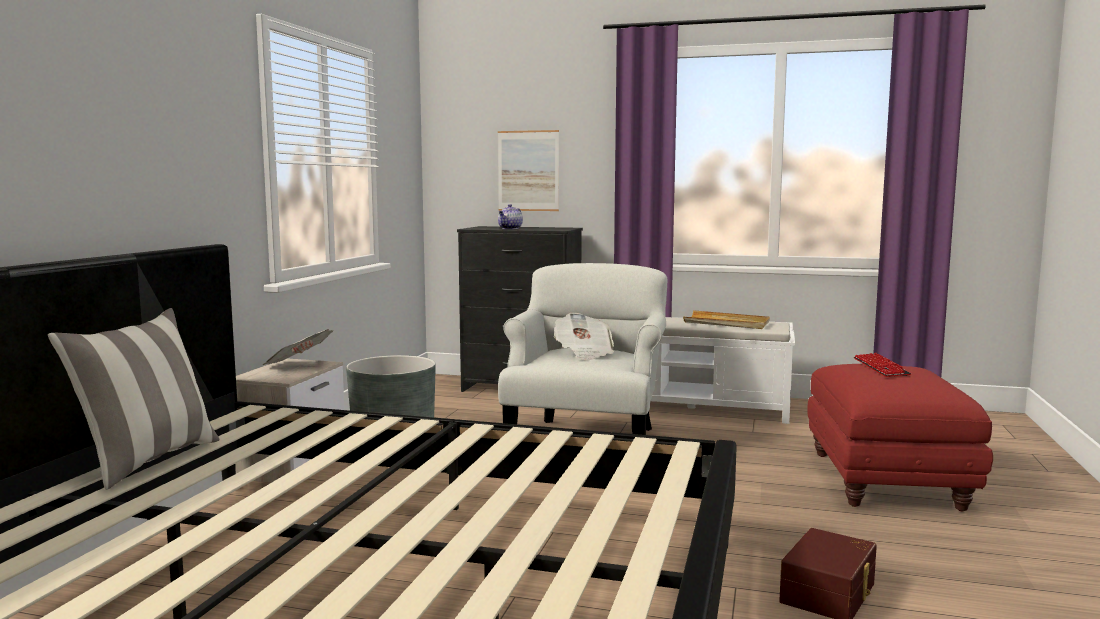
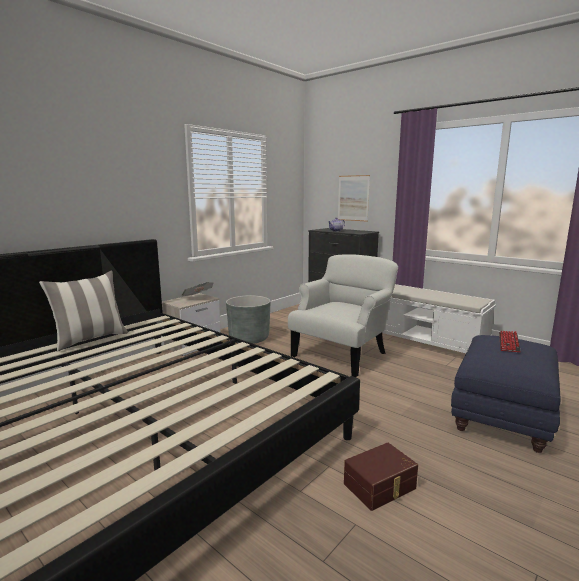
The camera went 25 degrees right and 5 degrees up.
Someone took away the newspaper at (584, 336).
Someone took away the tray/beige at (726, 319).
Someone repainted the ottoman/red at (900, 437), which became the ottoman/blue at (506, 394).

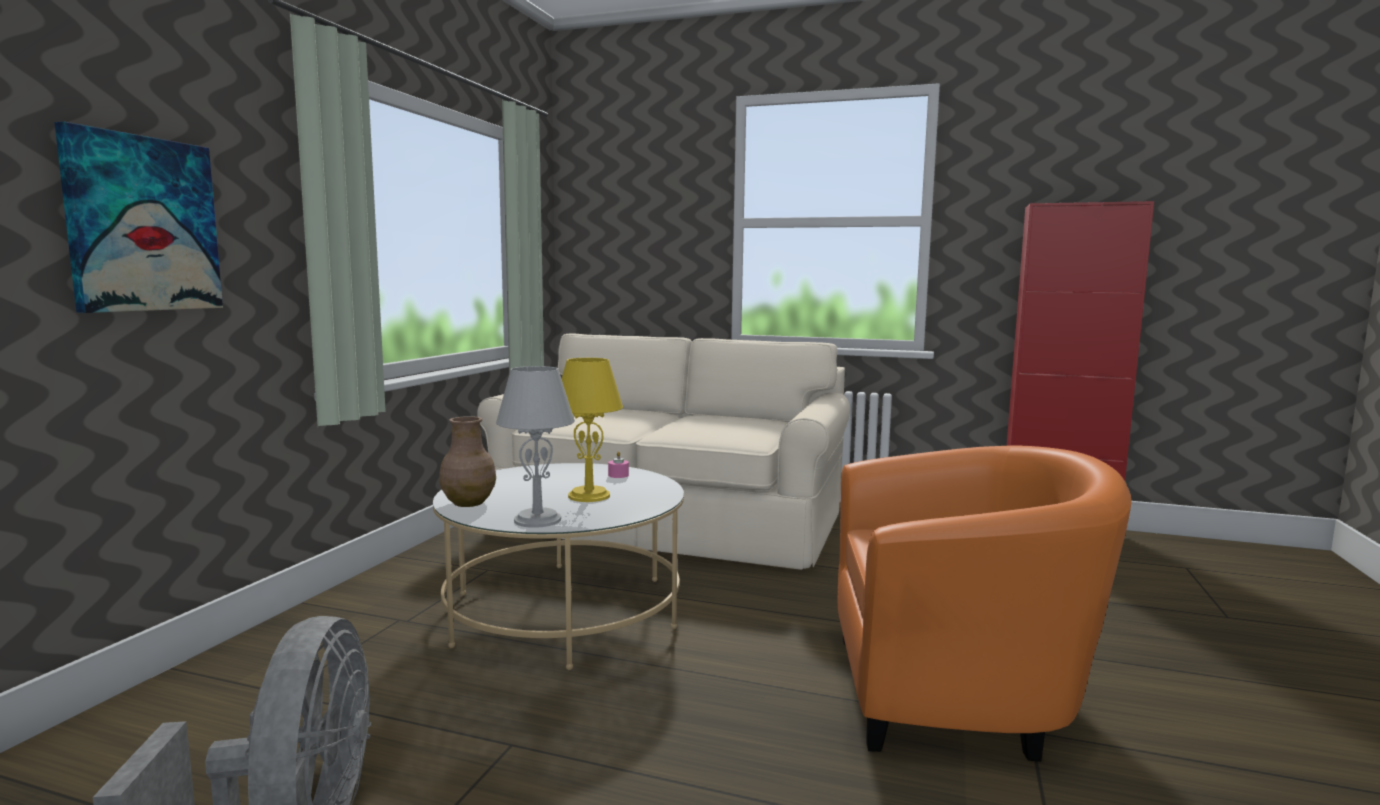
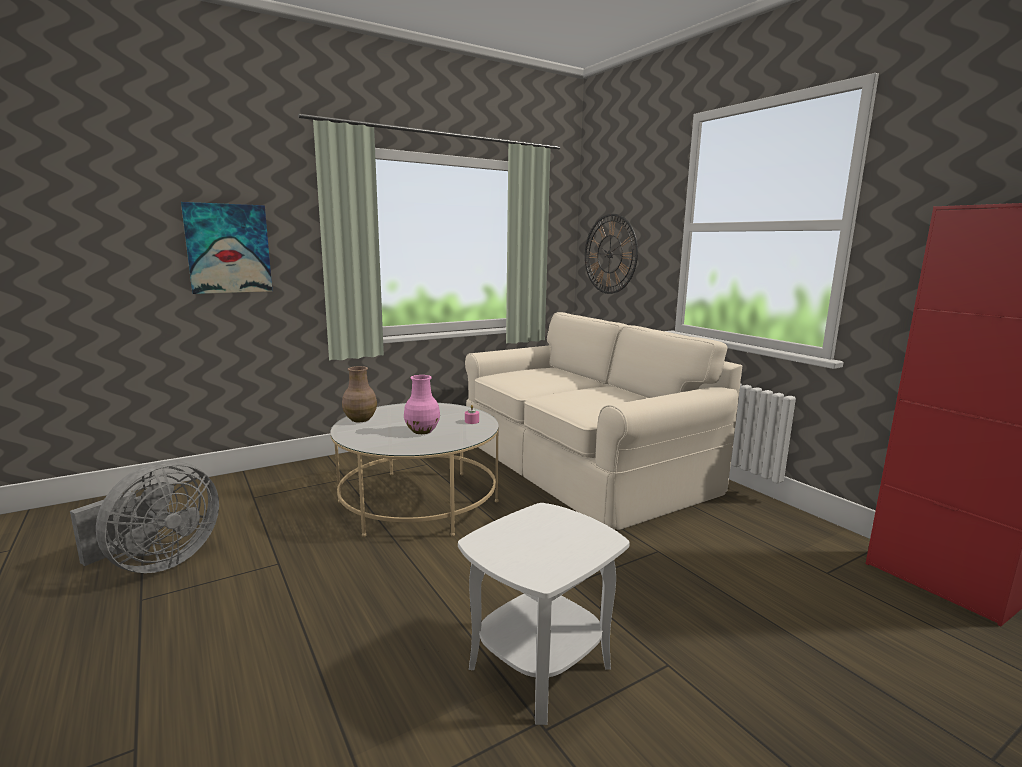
The camera went 40 degrees right and 5 degrees up.
Someone took away the table lamp/grey at (535, 447).
Someone swapped the table lamp/yellow at (592, 430) for the vase/pink at (422, 404).
Someone swapped the armchair/orange at (984, 603) for the side table/white at (544, 614).
Someone put up the wall clock at (611, 254).

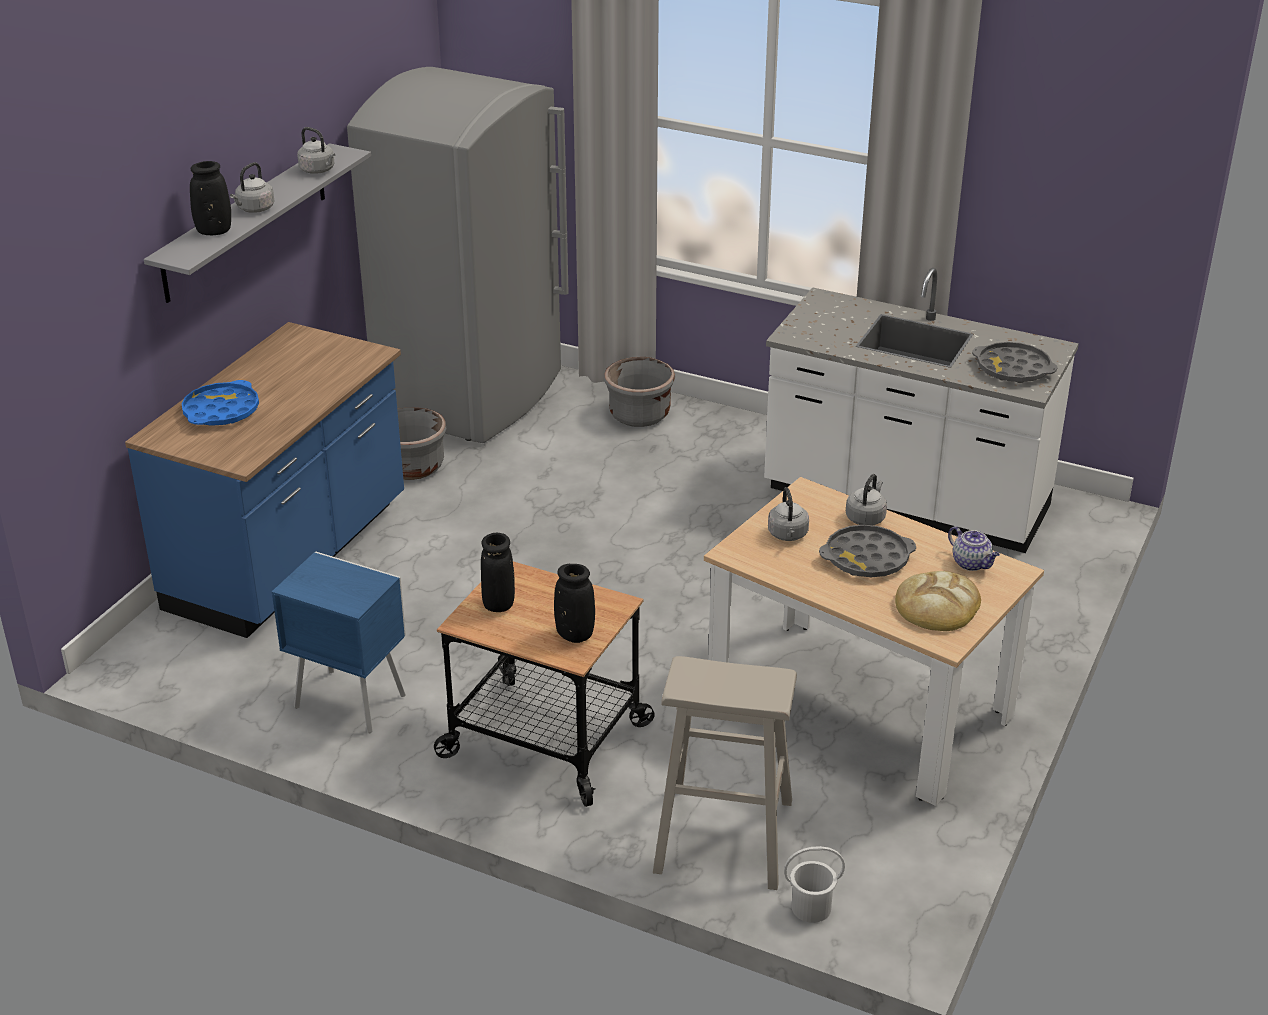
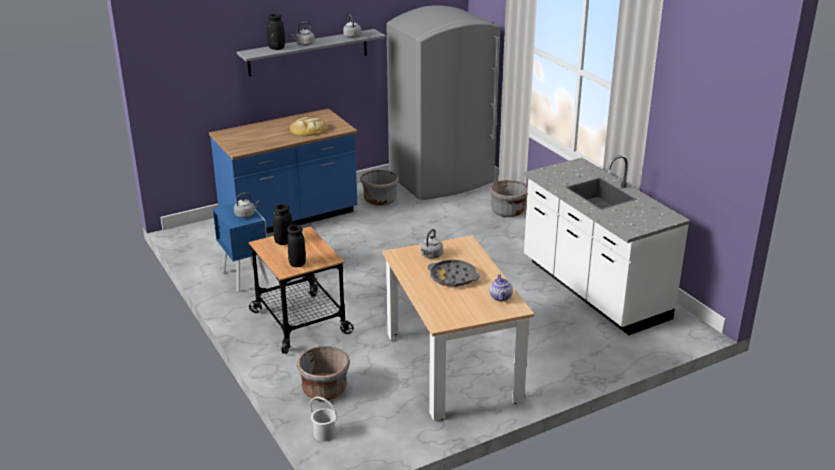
The camera went 35 degrees right and 5 degrees down.
Someone took away the tray/blue at (220, 403).
Someone swapped the stool/beige at (725, 773) for the planter/grey at (323, 373).
Someone carried the kettle/grey from (866, 499) to (247, 205).
Someone carried the bread from (938, 601) to (309, 126).
Someone took away the tray/grey at (1015, 362).

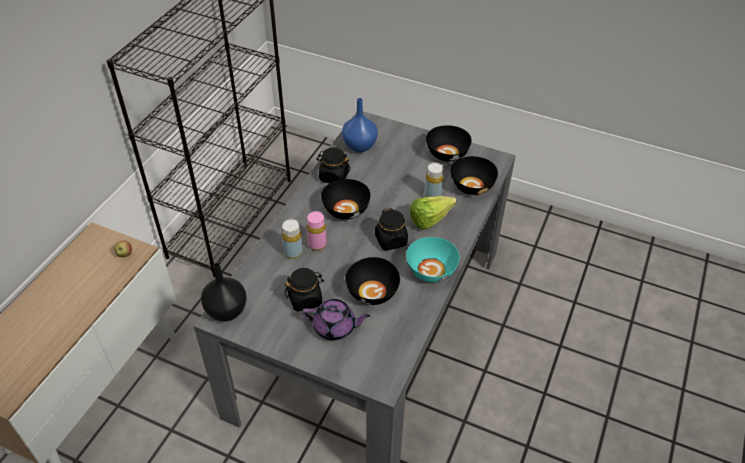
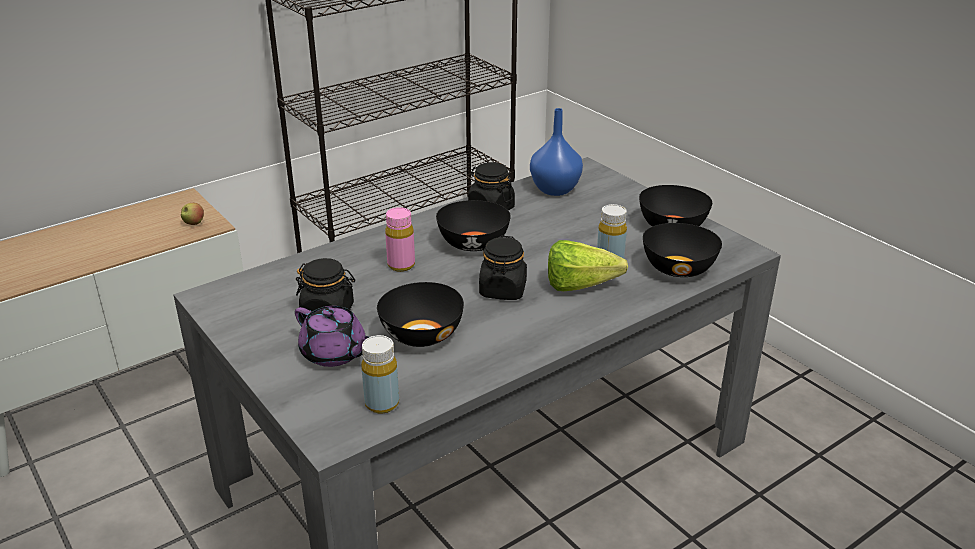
The camera went 30 degrees right and 15 degrees down.
Someone took away the vase/black at (224, 292).
Someone carried the bottle/yellow from (292, 239) to (380, 374).
Someone took away the bowl/turquoise at (432, 259).

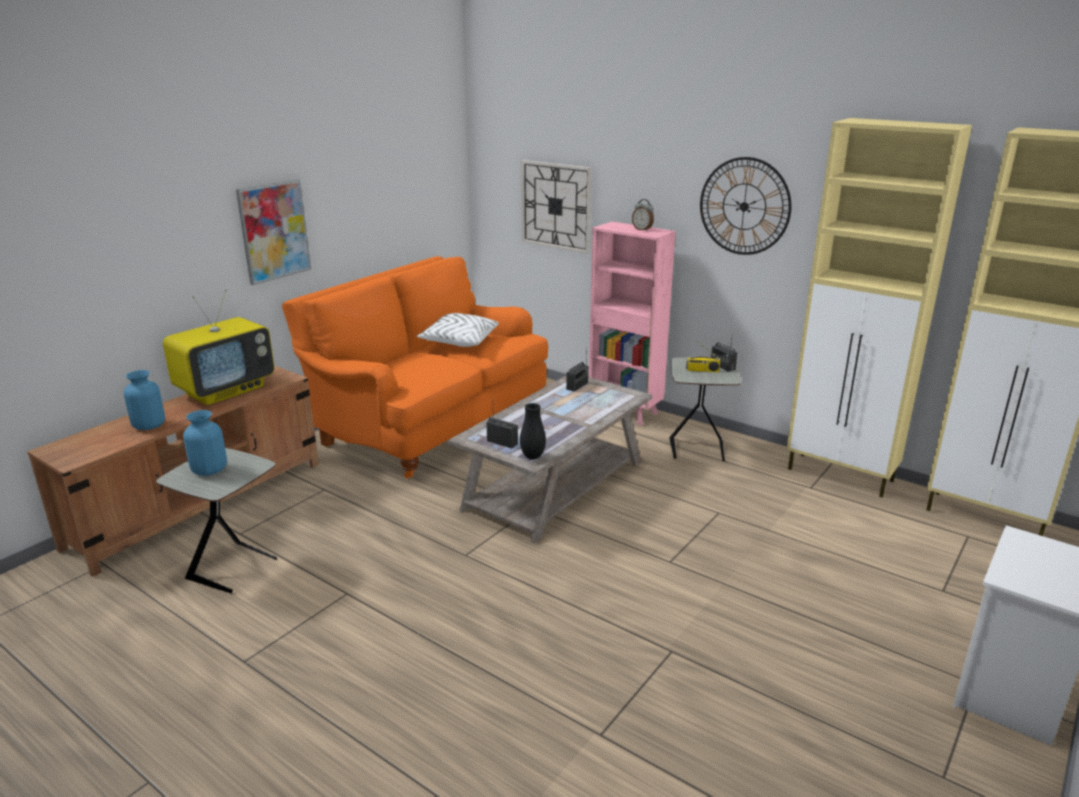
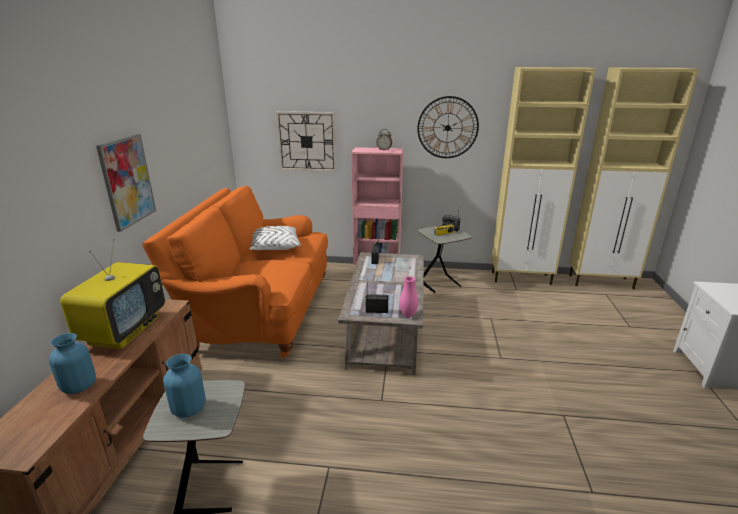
The camera went 30 degrees left and 0 degrees up.
Someone repainted the vase/black at (533, 431), which became the vase/pink at (408, 296).

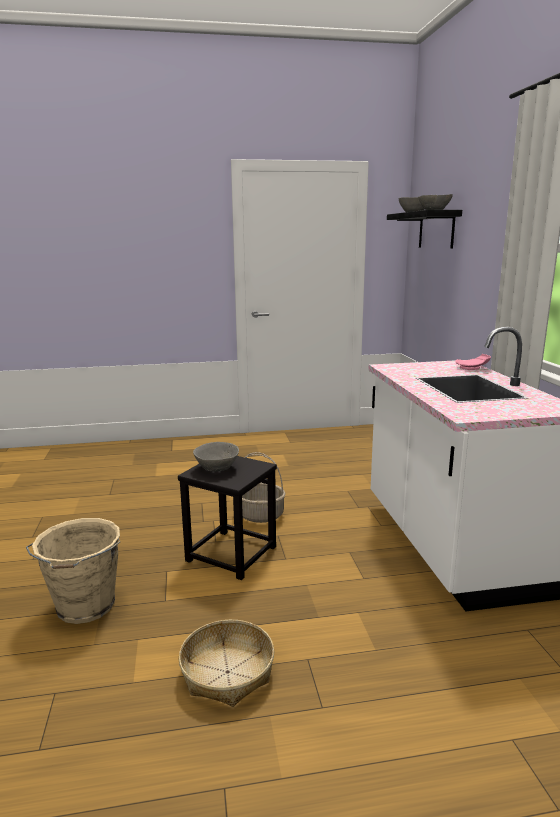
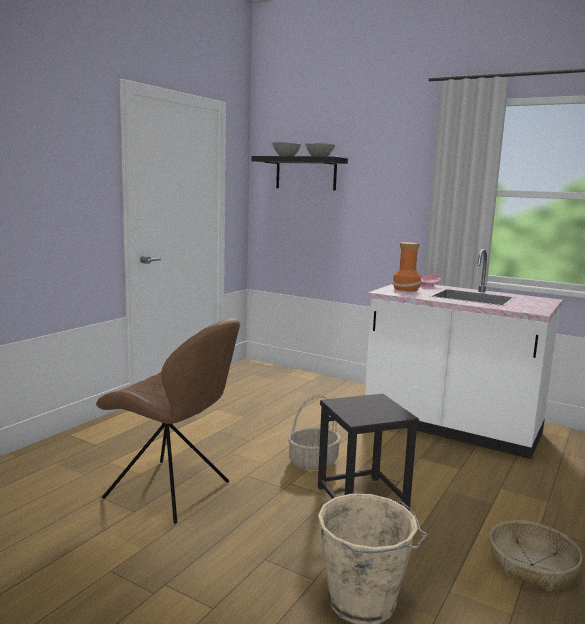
The camera went 50 degrees left and 5 degrees down.
Someone took away the bowl/grey at (216, 457).
Someone put down the chair/brown at (168, 421).
Someone put down the vase at (406, 266).

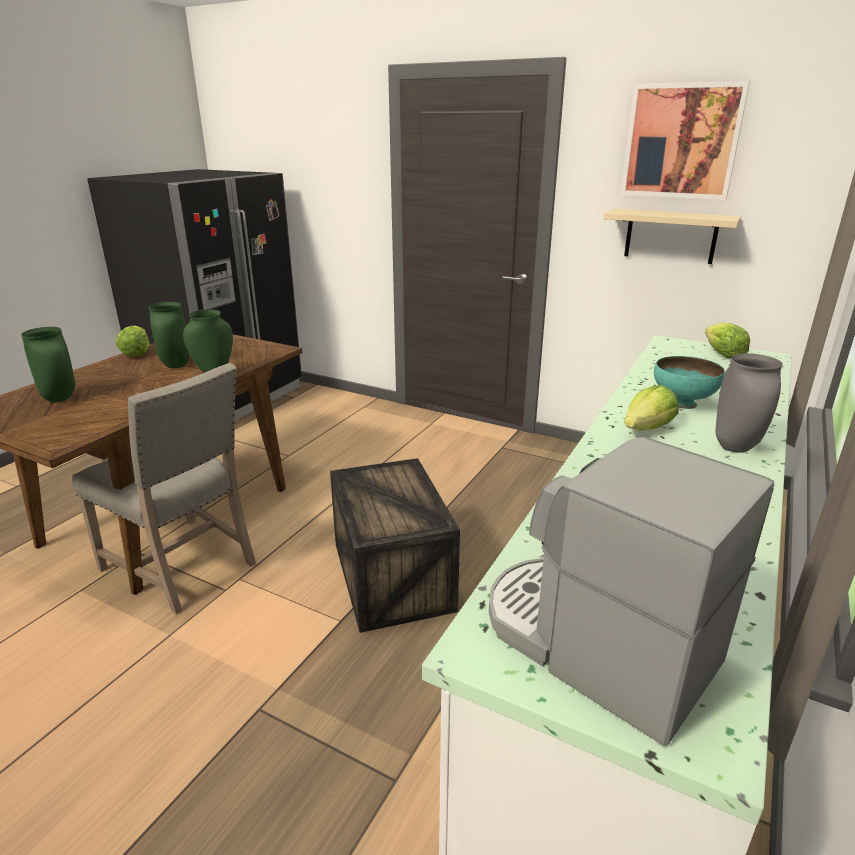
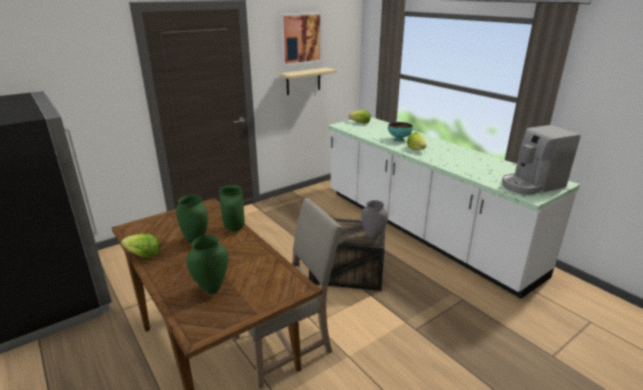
The camera went 65 degrees left and 0 degrees up.
Someone carried the vase/grey from (749, 403) to (374, 220).

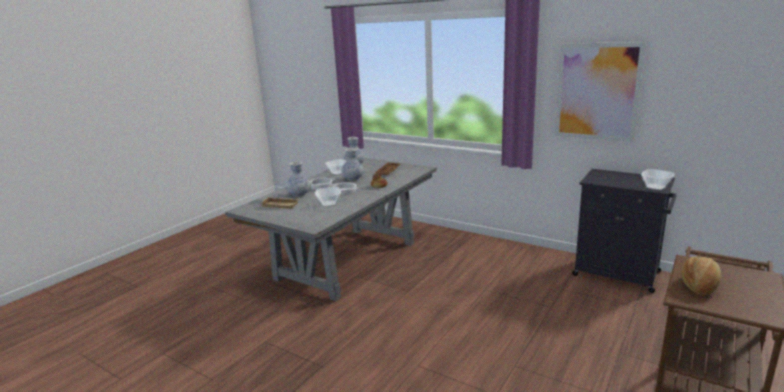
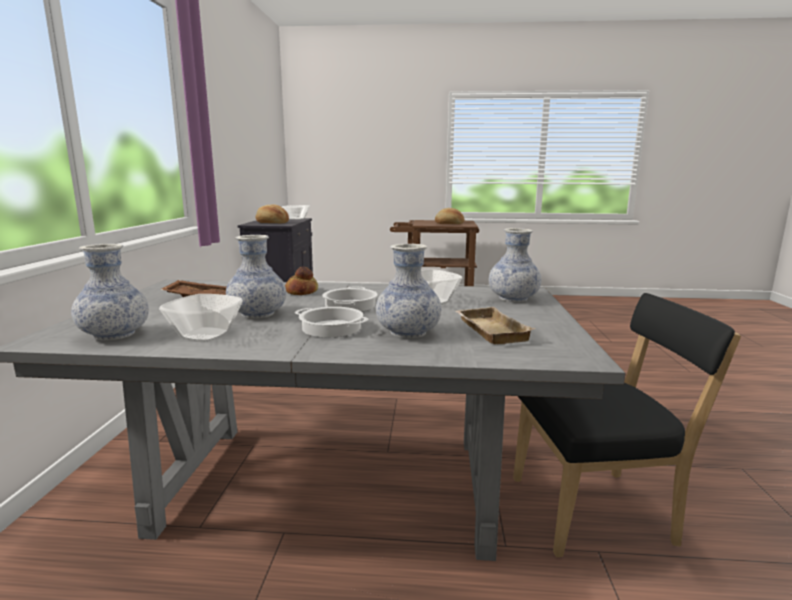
The camera went 120 degrees left and 5 degrees down.
Someone took away the picture at (600, 92).
Someone put down the bread at (272, 214).
Someone put down the vase at (515, 265).
Someone put down the chair/black at (627, 425).

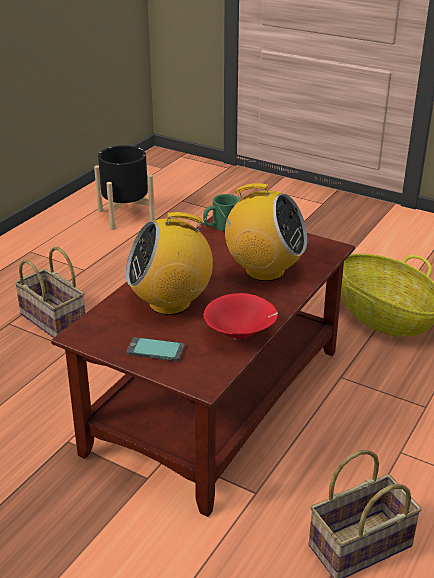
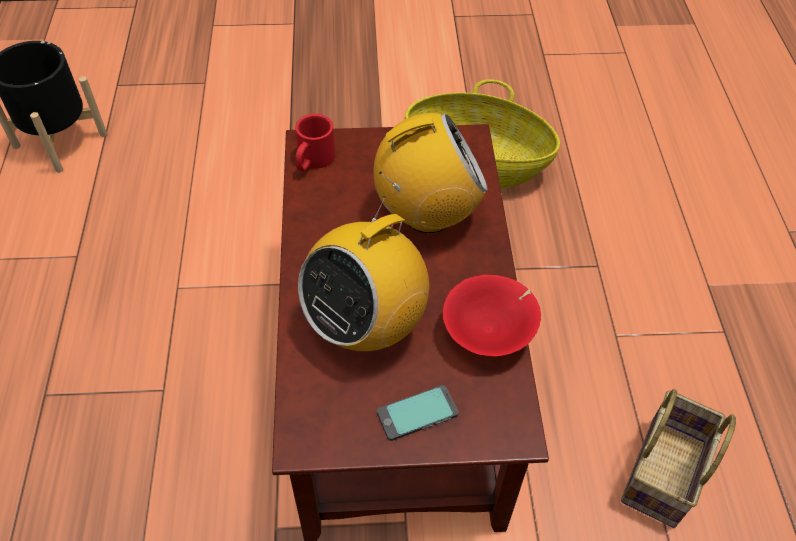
The camera went 35 degrees left and 20 degrees up.
Someone took away the basket at (50, 292).
Someone repainted the mug/green at (221, 212), which became the mug/red at (315, 142).

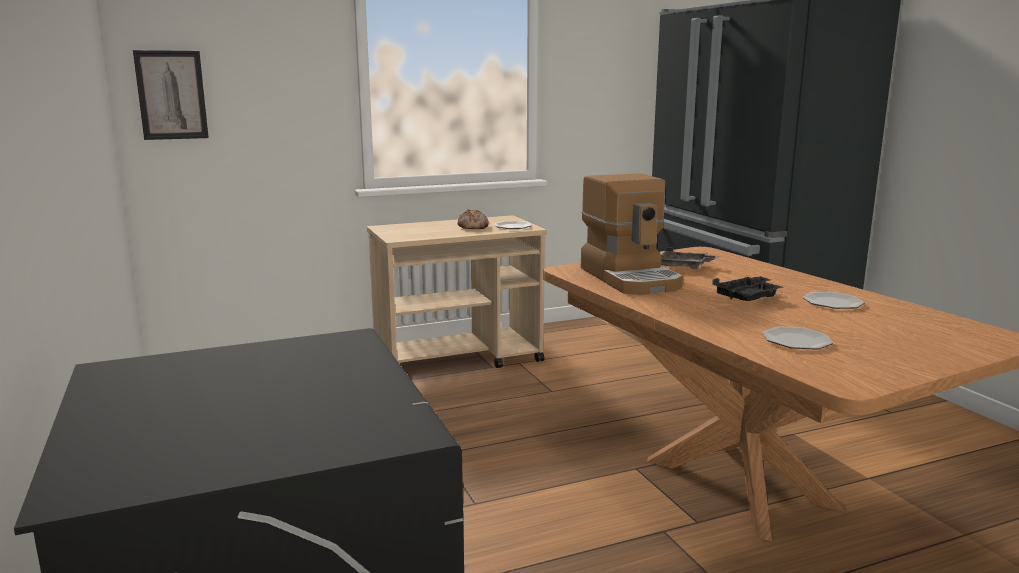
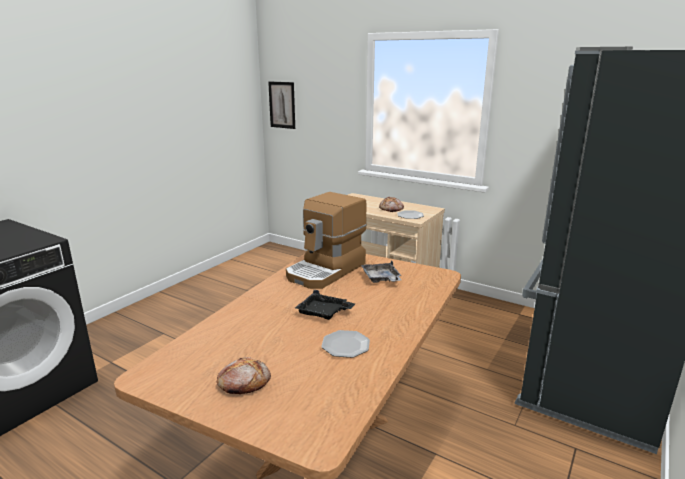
The camera went 55 degrees right and 5 degrees up.
Someone took away the plate at (798, 338).
Someone put down the bread at (244, 375).

